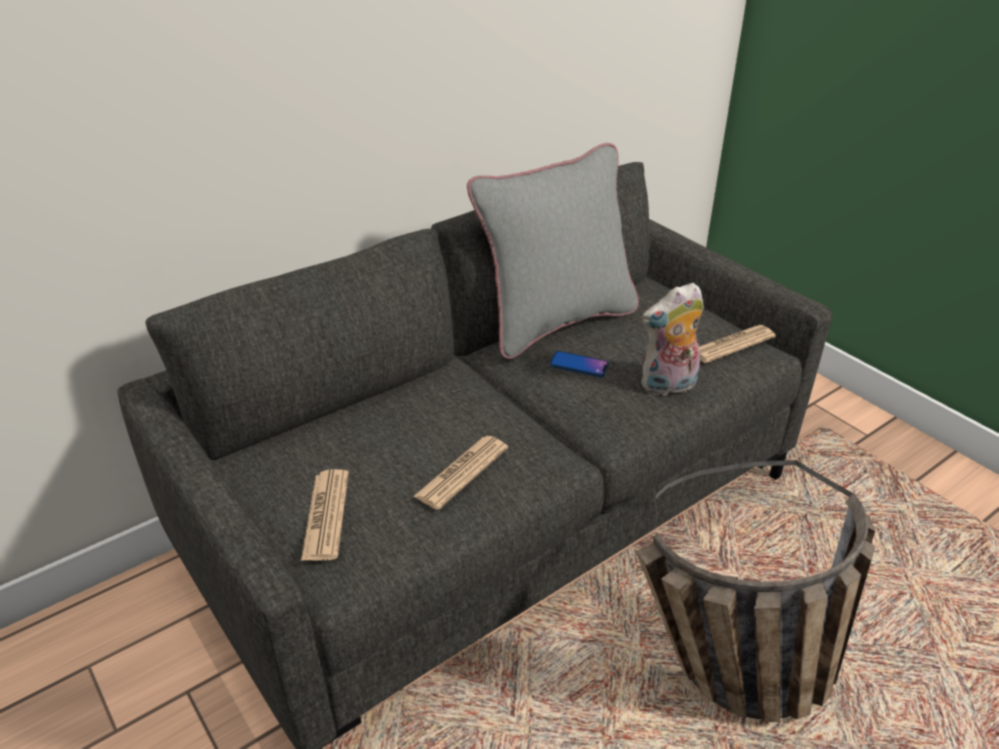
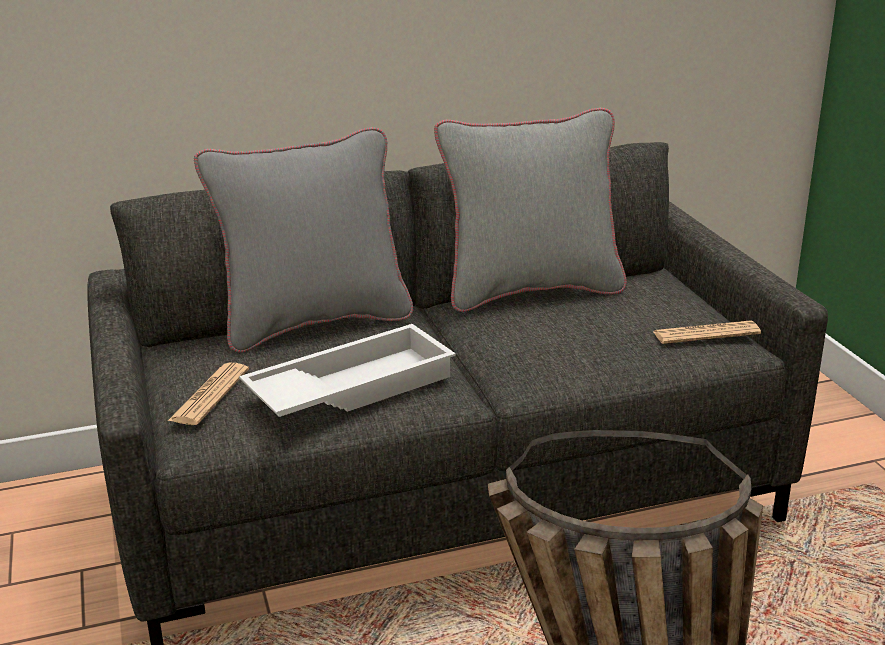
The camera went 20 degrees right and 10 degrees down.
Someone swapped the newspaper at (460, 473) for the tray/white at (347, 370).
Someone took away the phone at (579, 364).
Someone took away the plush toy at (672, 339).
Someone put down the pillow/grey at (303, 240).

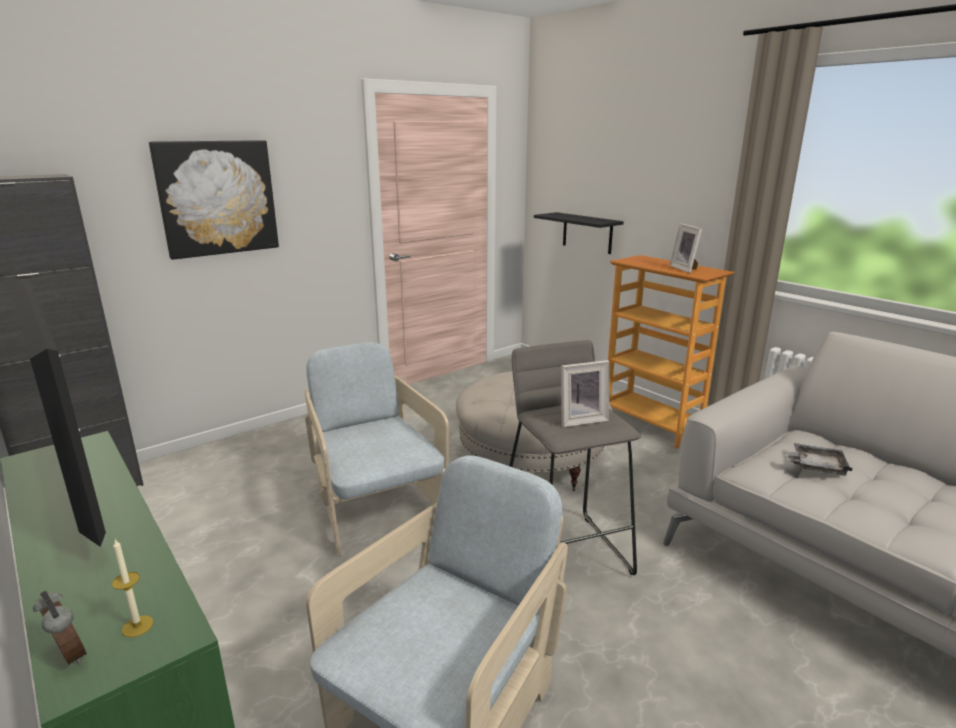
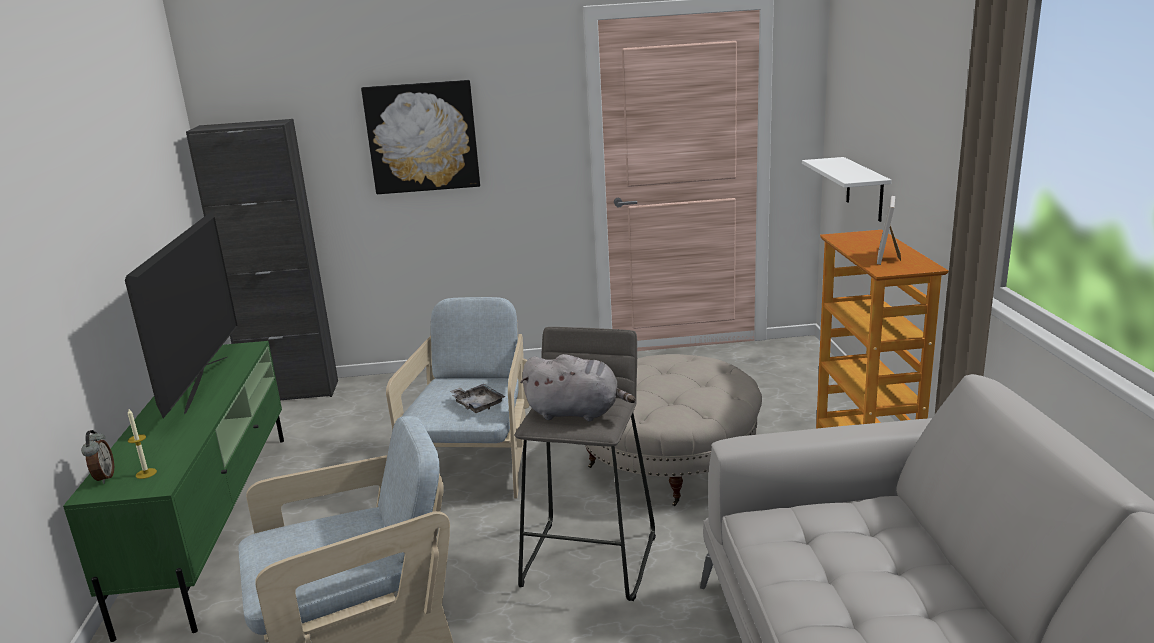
The camera went 35 degrees right and 0 degrees up.
Someone repainted the shelf/black at (579, 233), which became the shelf/white at (847, 189).
Someone swapped the picture frame at (585, 393) for the plush toy/grey at (578, 387).
Someone carried the tray/grey from (818, 459) to (477, 398).

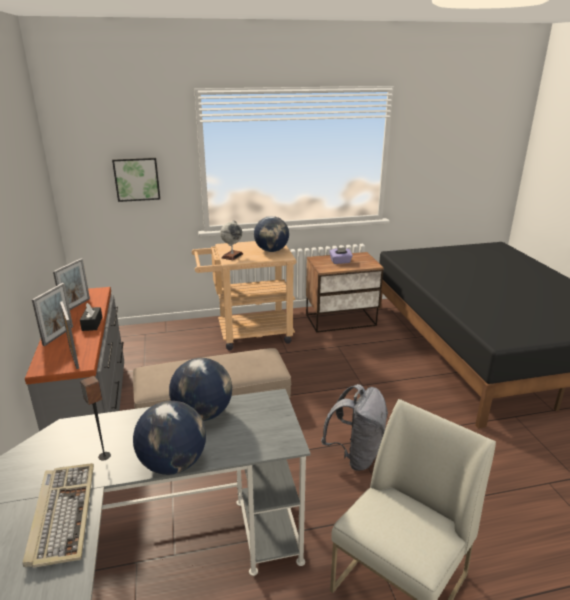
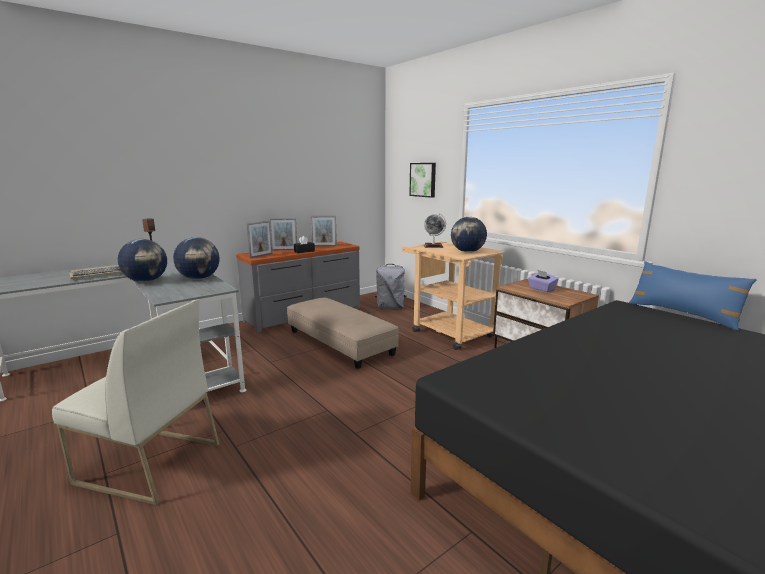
The camera went 65 degrees right and 10 degrees down.
Someone carried the backpack/grey from (354, 427) to (391, 286).
Someone put down the pillow/blue at (693, 296).

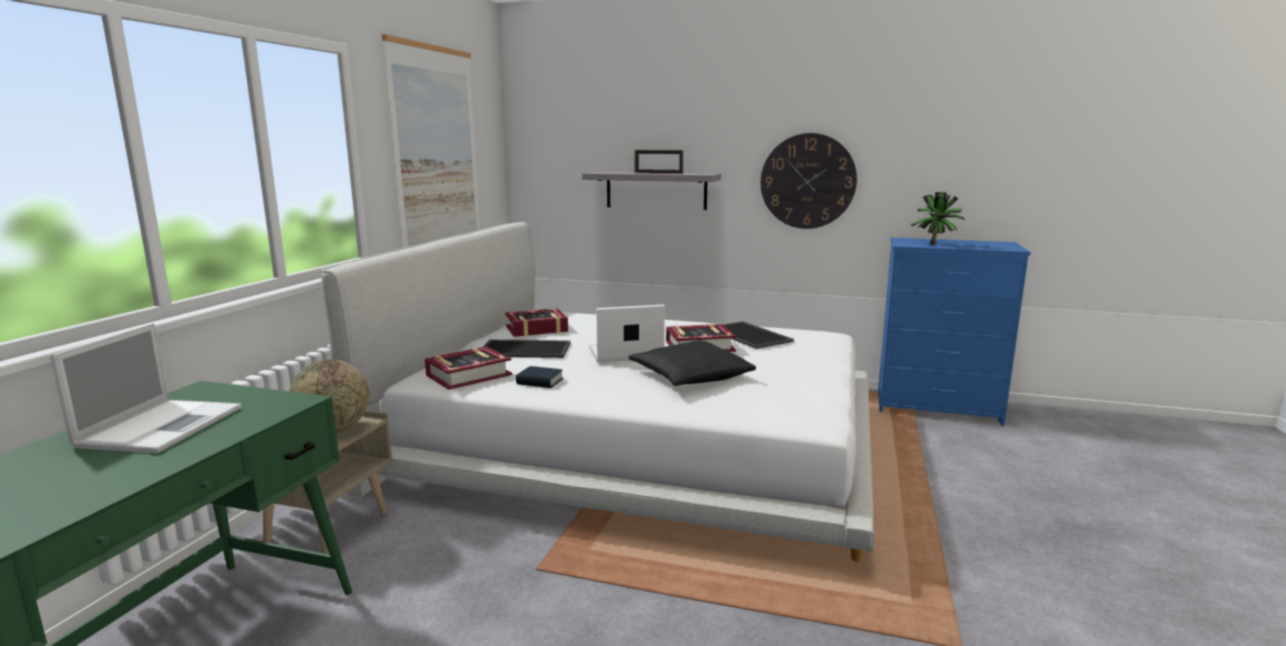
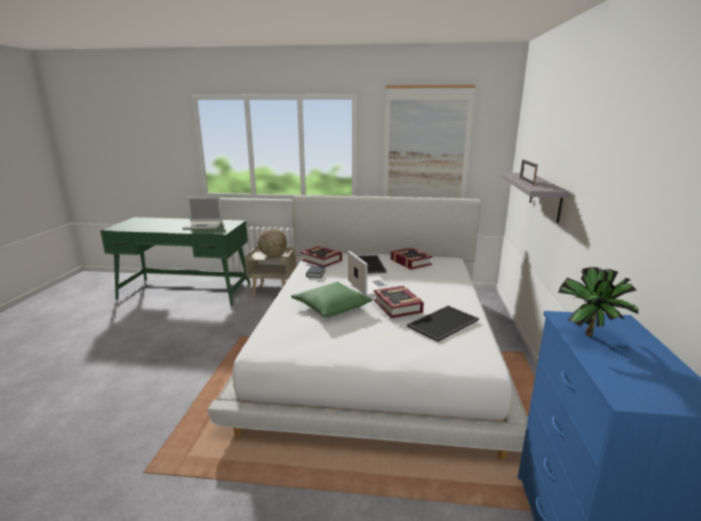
The camera went 80 degrees right and 5 degrees up.
Someone repainted the pillow/black at (692, 363), which became the pillow/green at (331, 300).
Someone took away the wall clock at (809, 181).

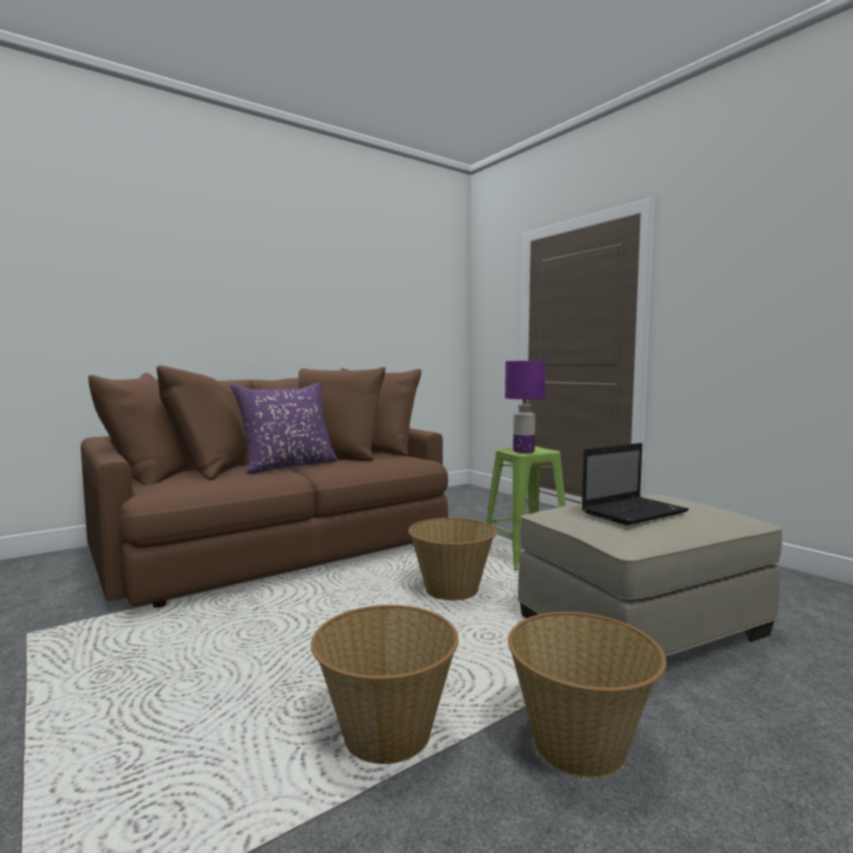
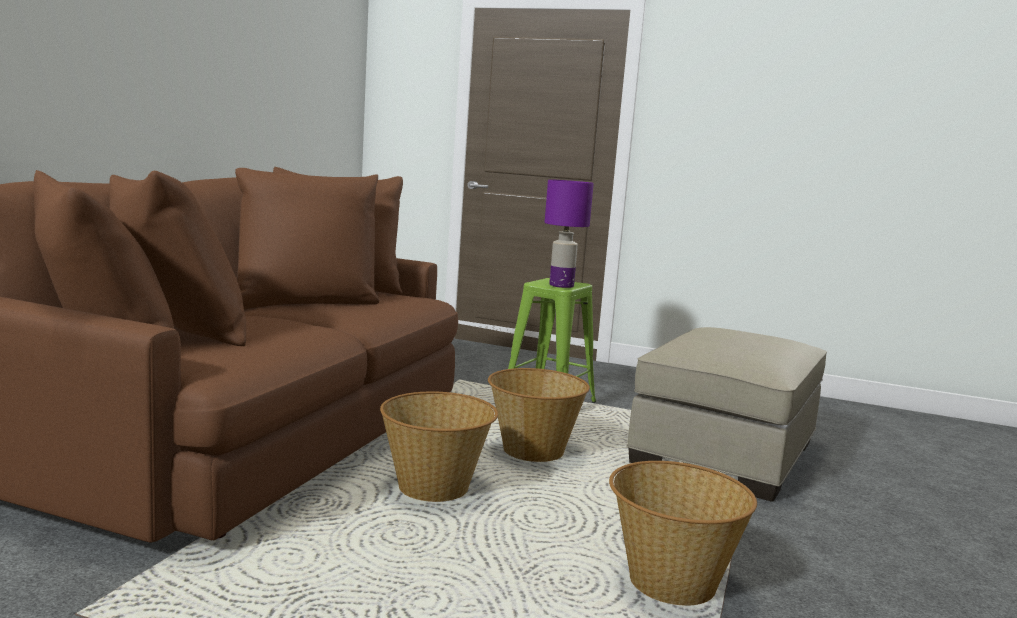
The camera went 35 degrees left and 5 degrees up.
Someone took away the pillow/purple at (284, 428).
Someone carried the basket from (587, 695) to (439, 446).
Someone took away the laptop at (635, 484).

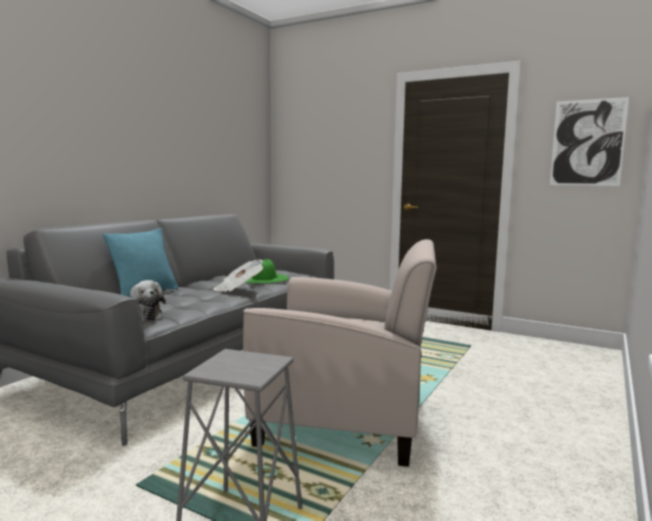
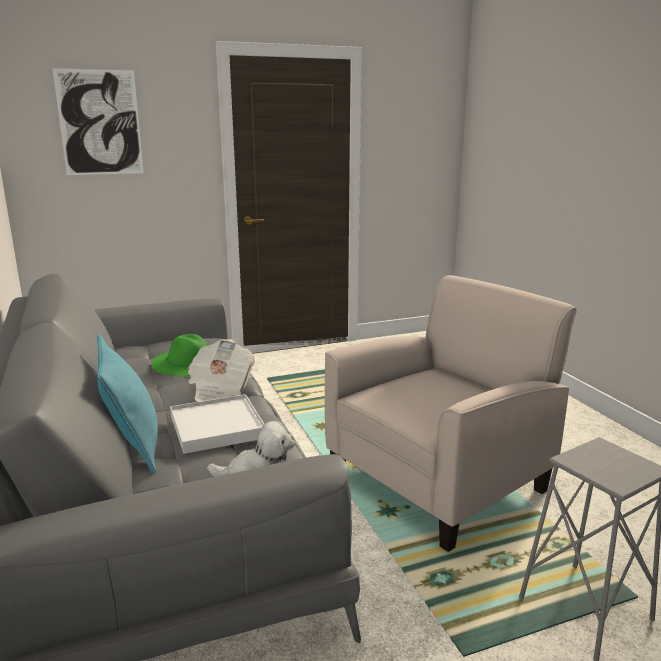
The camera went 50 degrees left and 10 degrees up.
Someone carried the picture from (589, 141) to (98, 121).
Someone put down the tray/white at (217, 424).

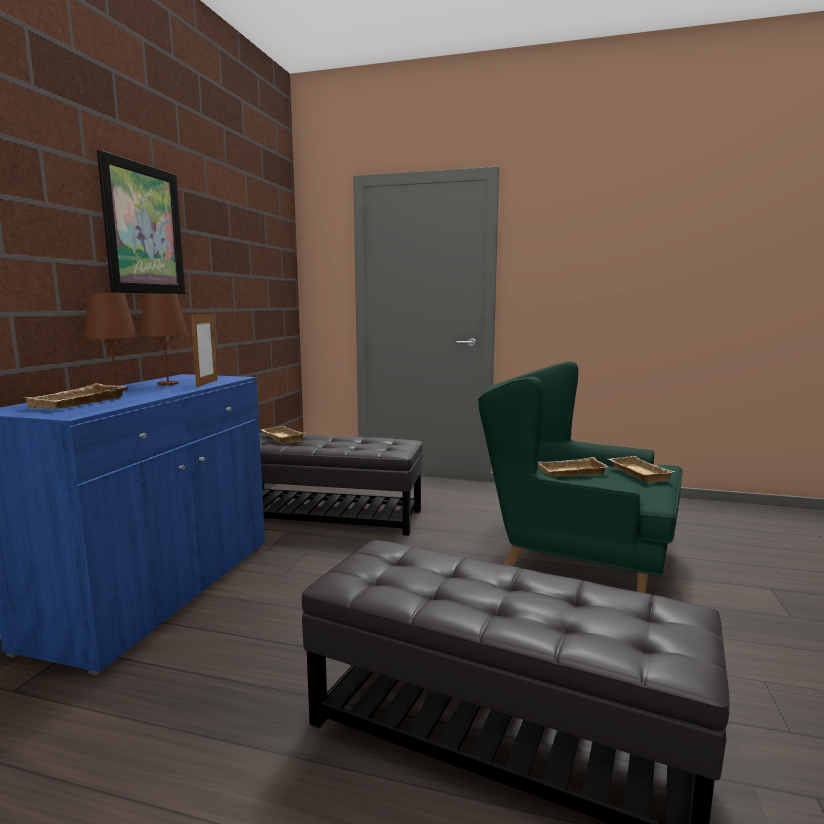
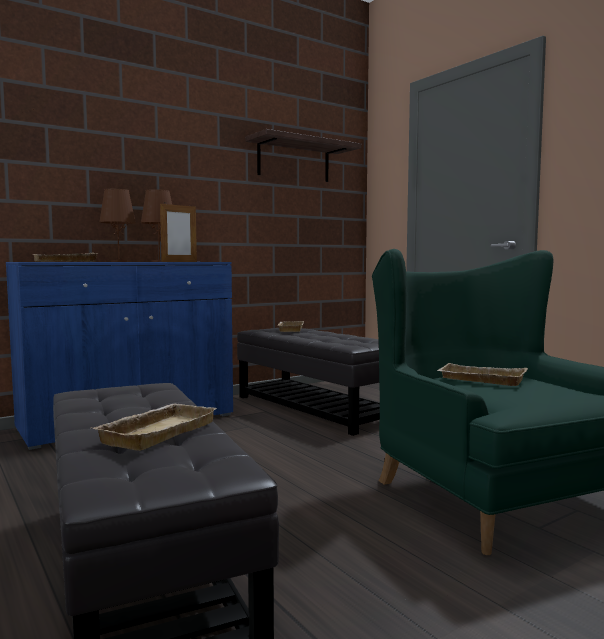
The camera went 40 degrees right and 5 degrees down.
Someone took away the picture at (141, 222).
Someone carried the tray/beige from (641, 469) to (155, 427).
Someone put up the shelf at (303, 155).

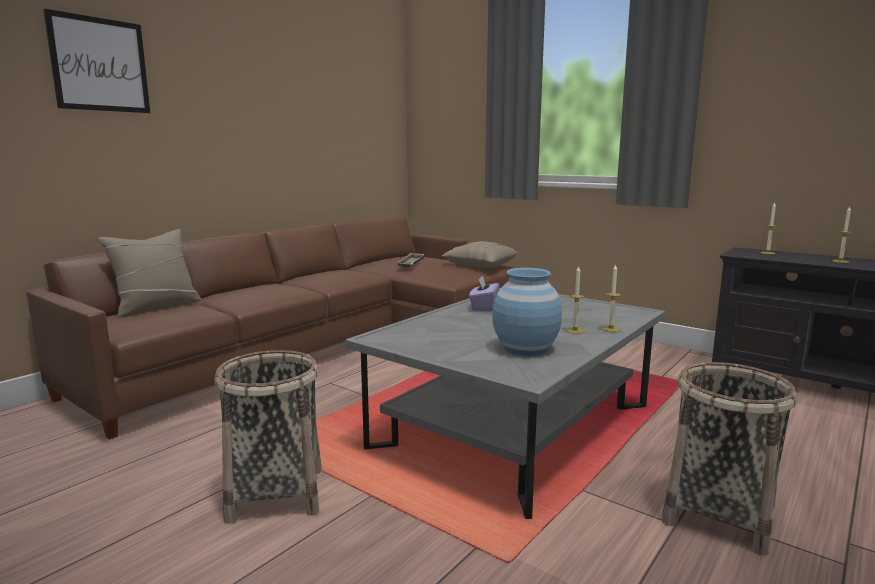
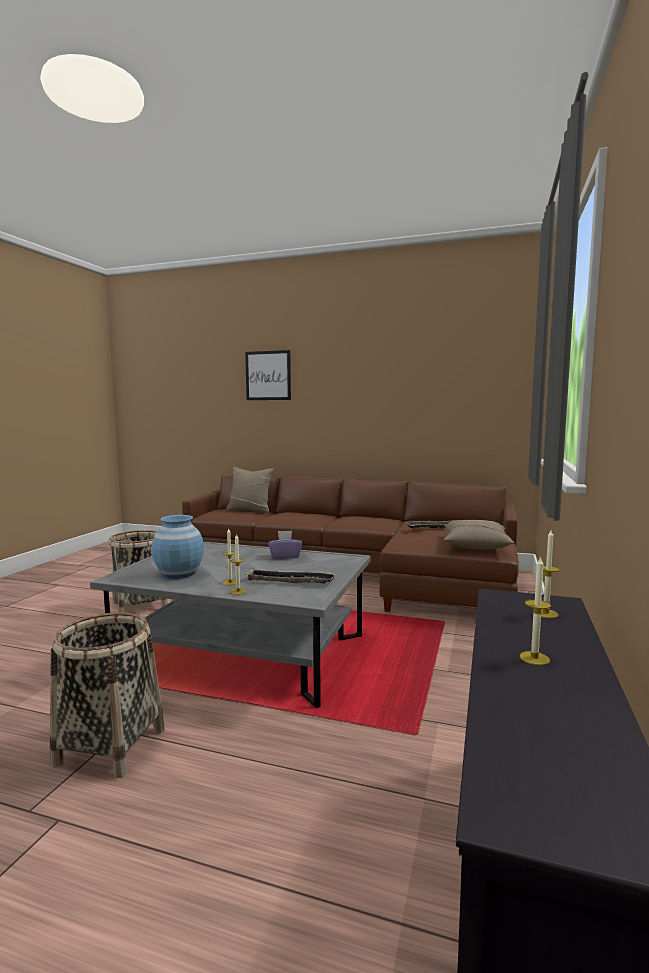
The camera went 70 degrees right and 5 degrees down.
Someone put down the tray at (290, 576).

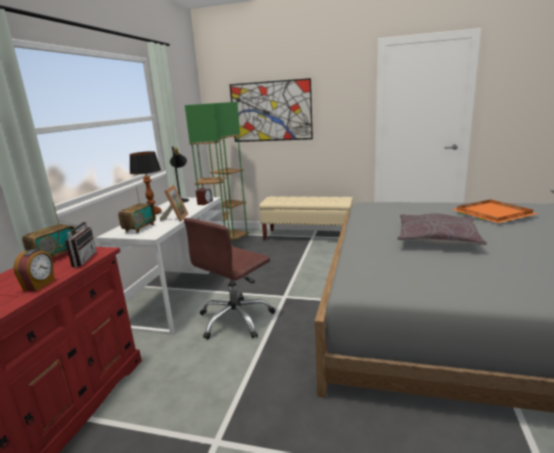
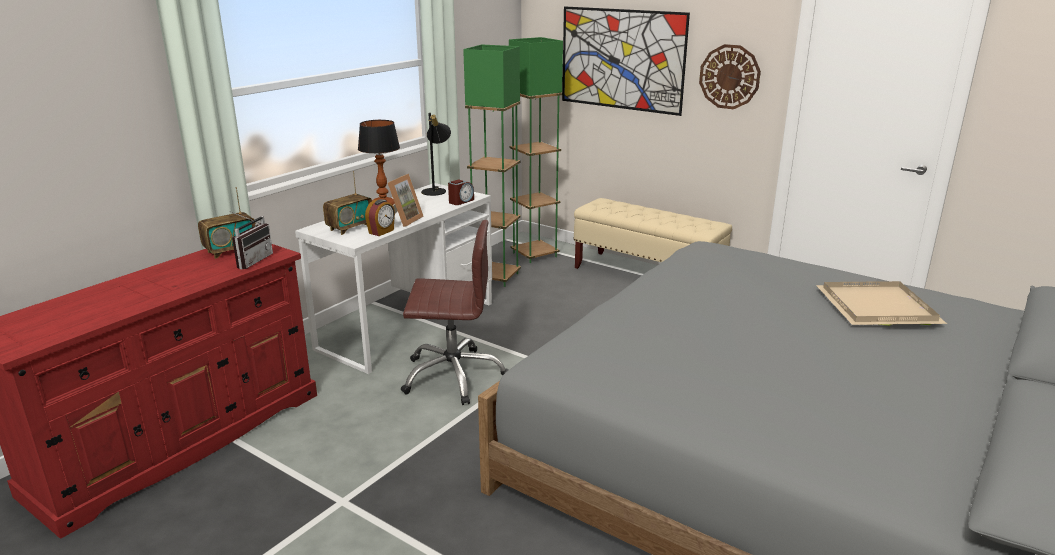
The camera went 20 degrees right and 5 degrees up.
Someone carried the alarm clock from (34, 270) to (380, 217).
Someone rotated the office chair/brown at (229, 278) by 150 degrees counterclockwise.
Someone took away the pillow/grey at (442, 229).
Someone repainted the tray/orange at (495, 211), which became the tray/beige at (881, 303).
Someone put up the wall clock at (730, 76).

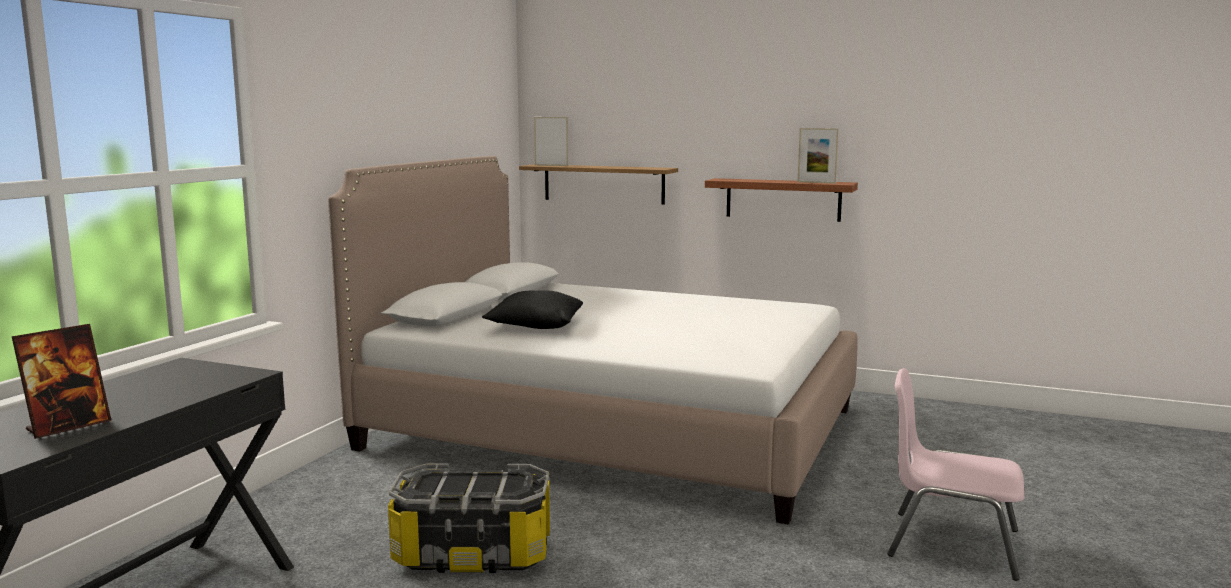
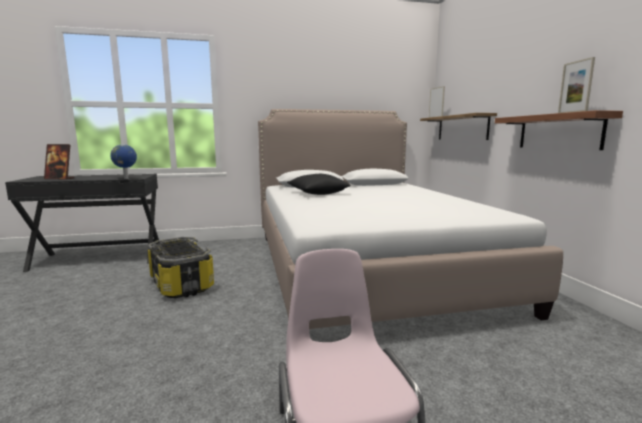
The camera went 55 degrees right and 0 degrees up.
Someone put down the globe at (123, 161).

